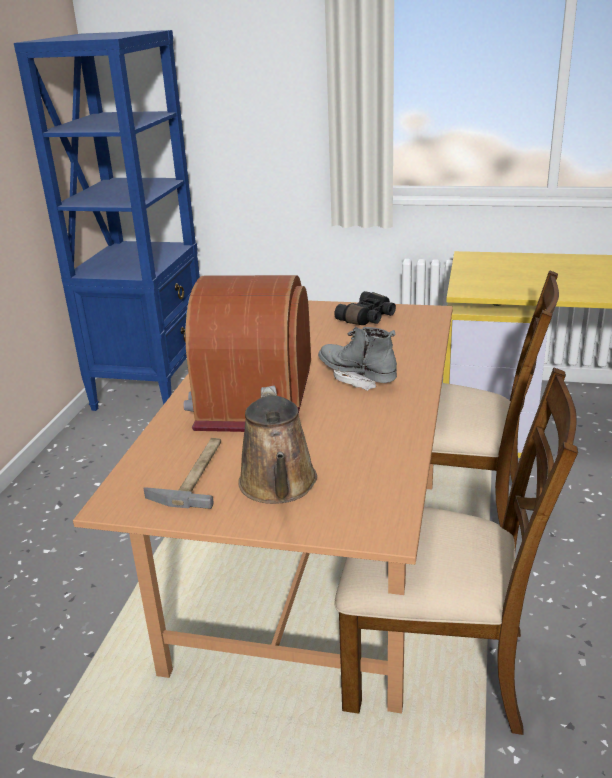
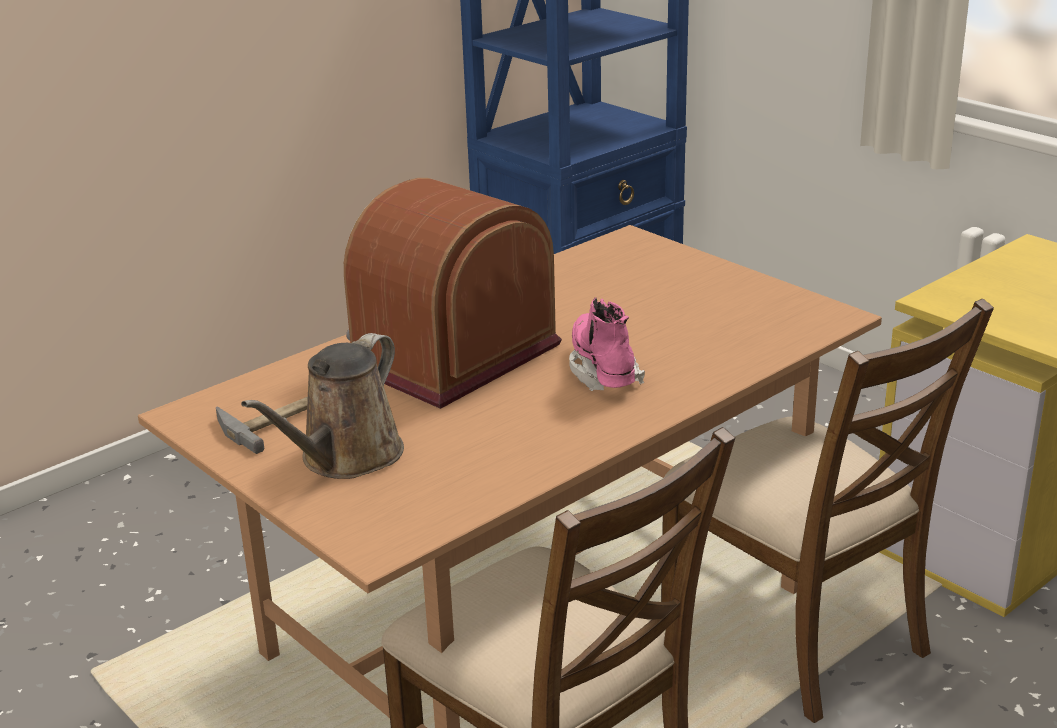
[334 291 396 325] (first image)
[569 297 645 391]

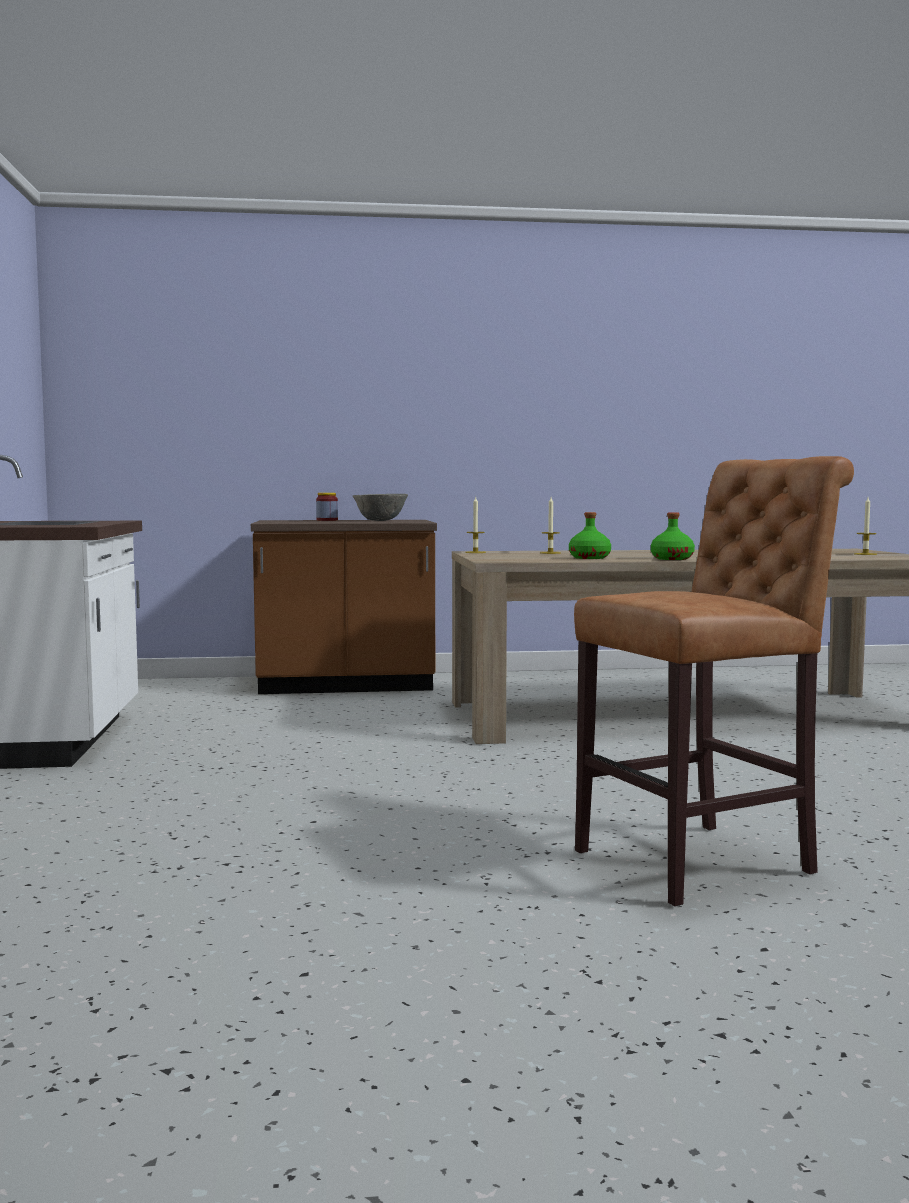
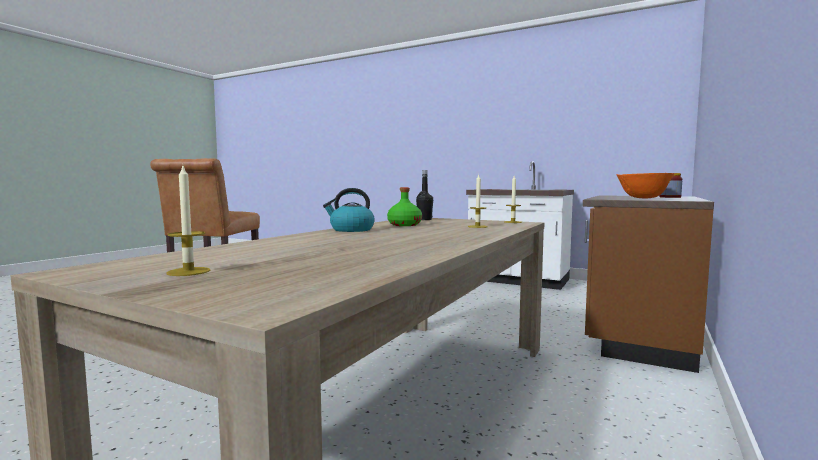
[416 170 433 220]
[323 188 375 232]
[616 173 674 199]

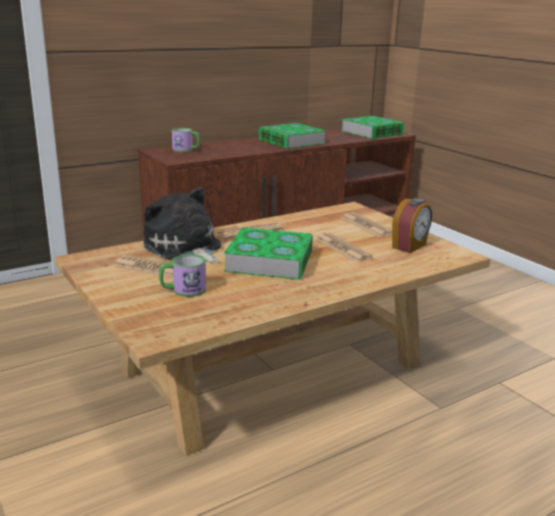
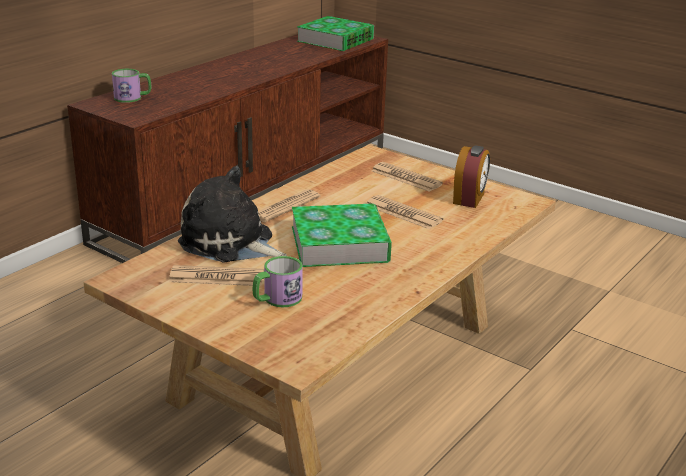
[259 123 325 149] (first image)

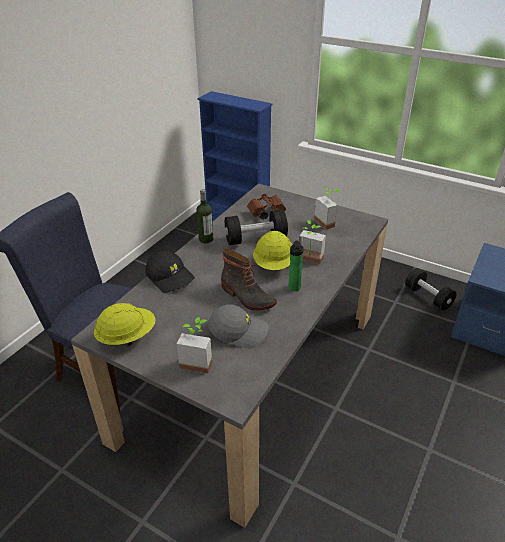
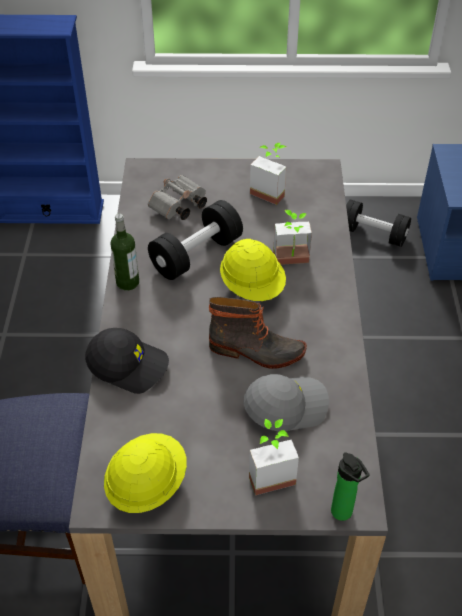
[331 452 370 521]
[148 175 207 220]

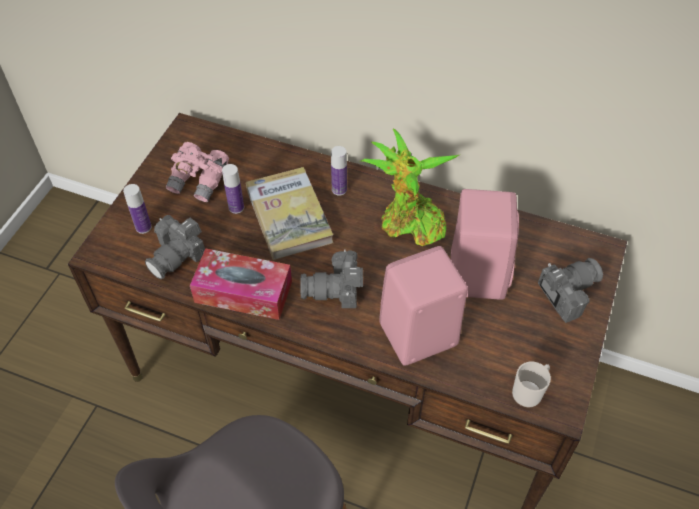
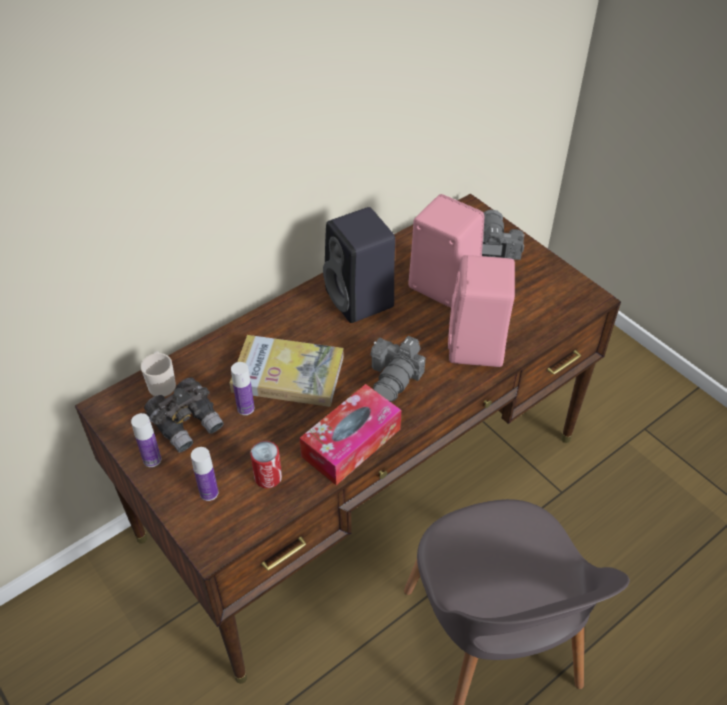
[131 413 161 467]
[141 351 176 397]
[250 441 282 488]
[323 207 395 323]
[144 377 224 452]

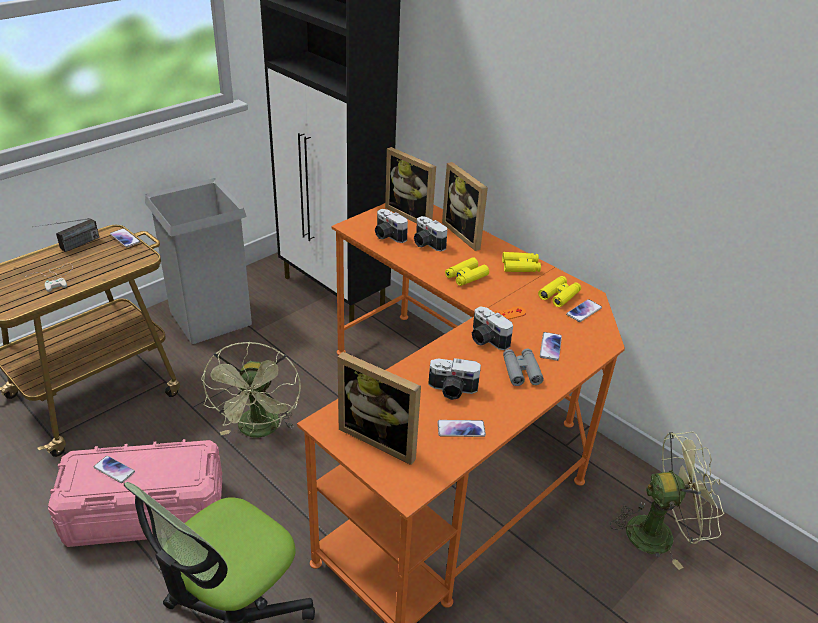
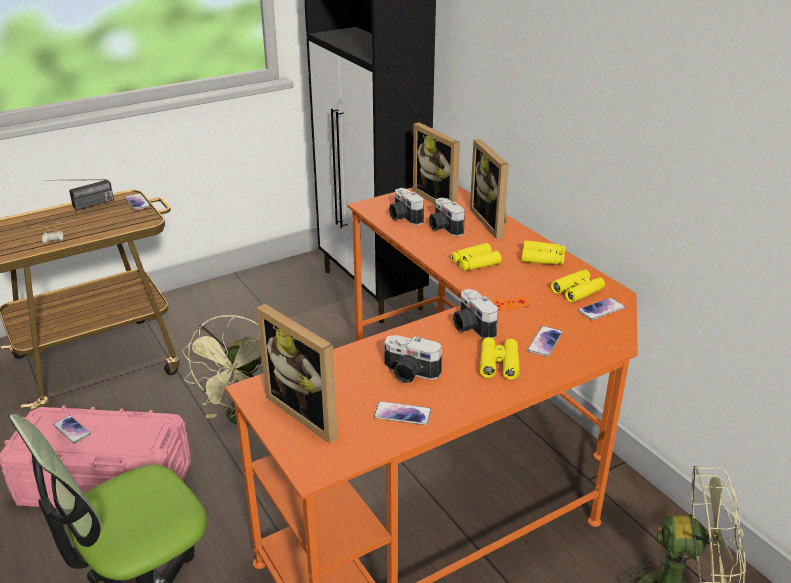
[145 178 252 344] (first image)
[480 337 520 380]

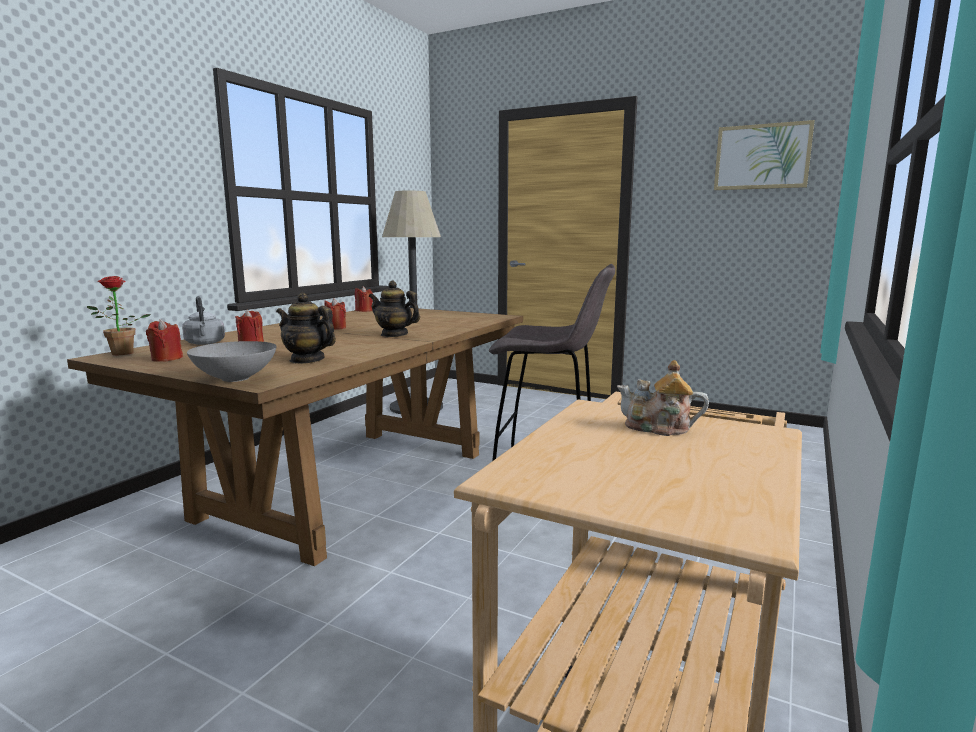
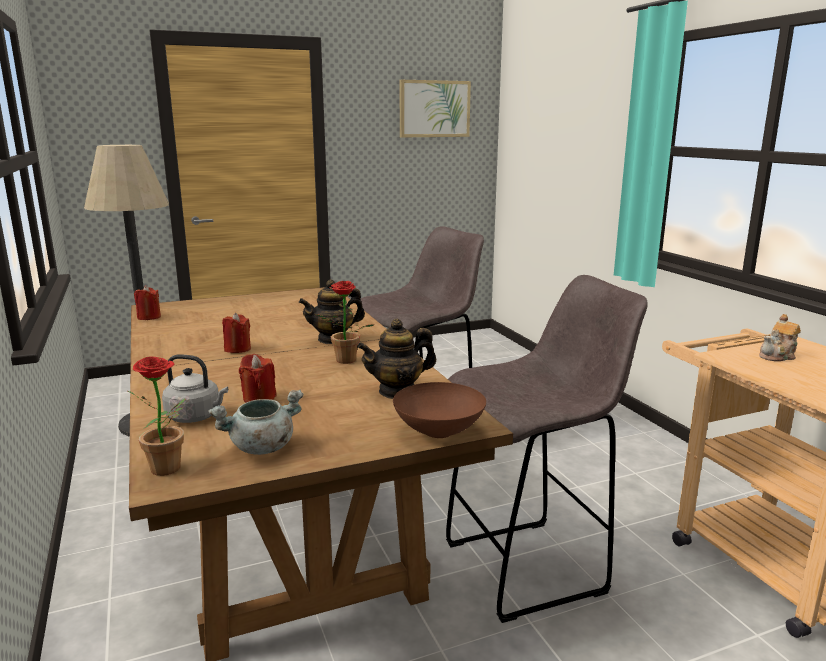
[314 281 374 364]
[446 275 648 623]
[208 389 303 455]
[393 382 486 438]

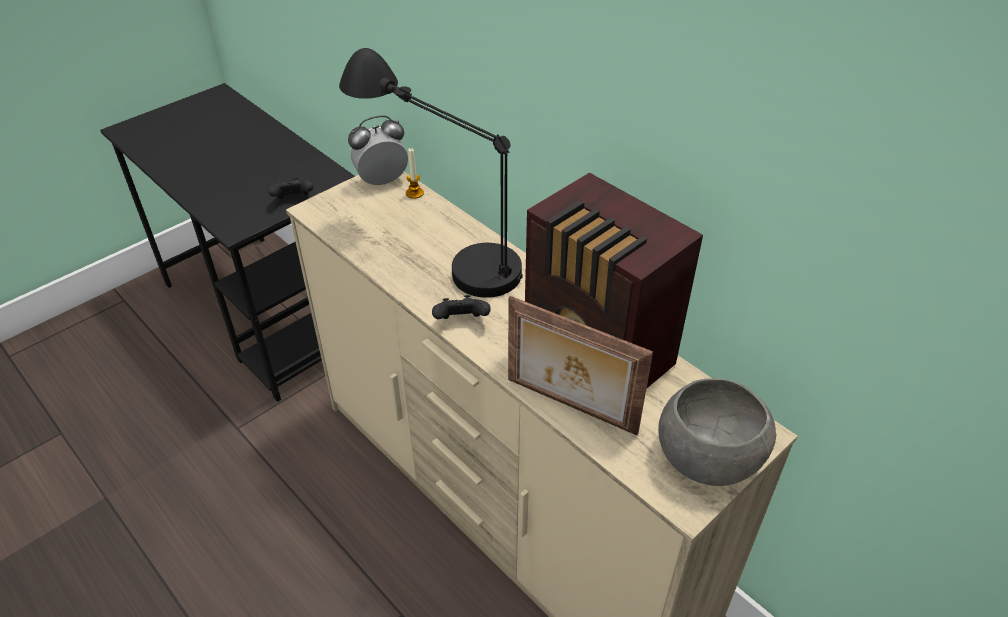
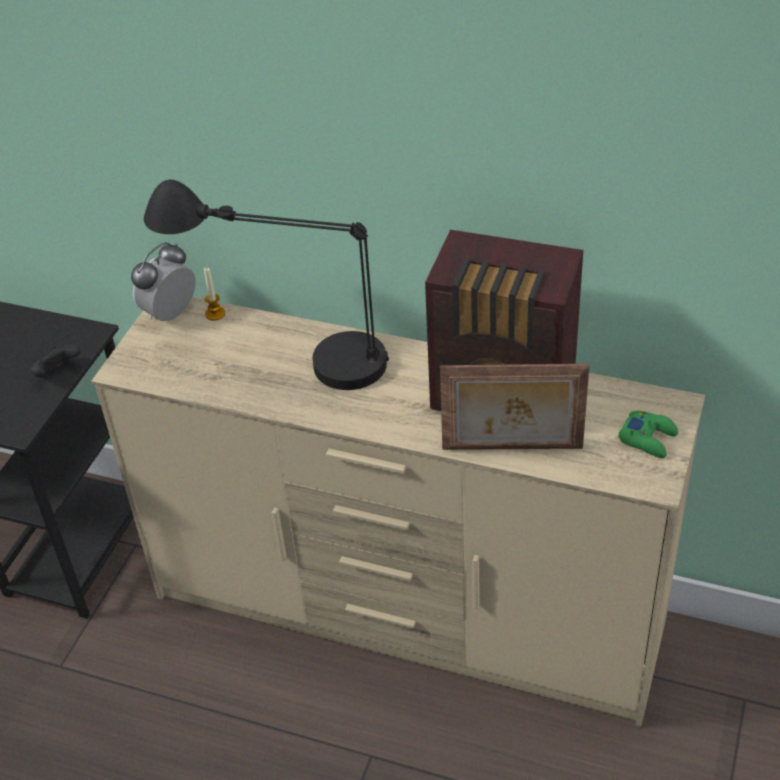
[432 295 491 319] (first image)
[618 411 678 458]

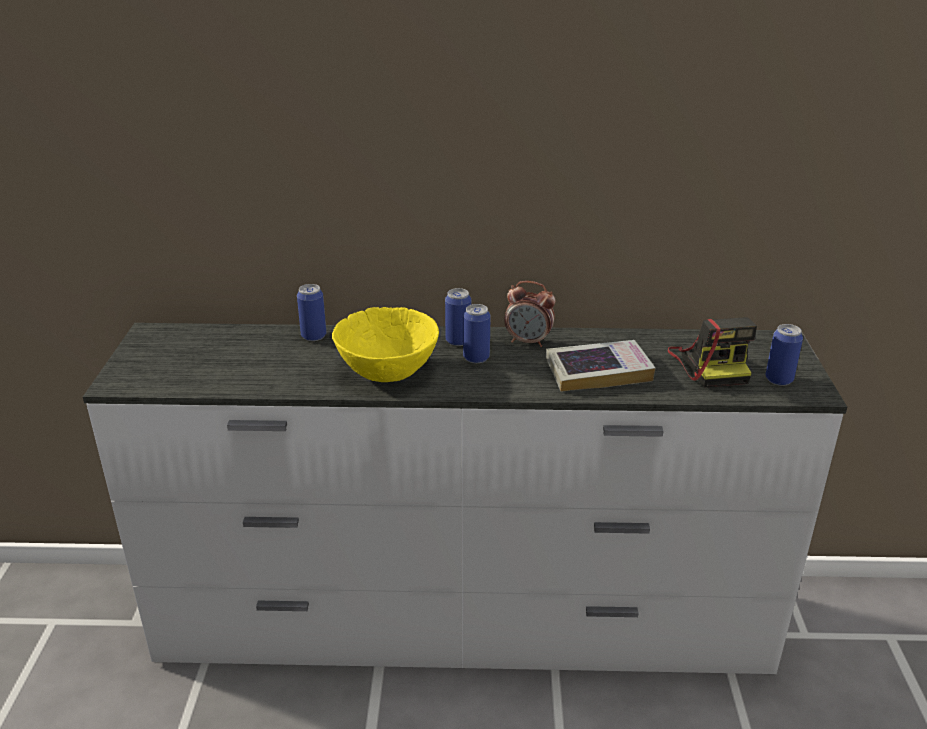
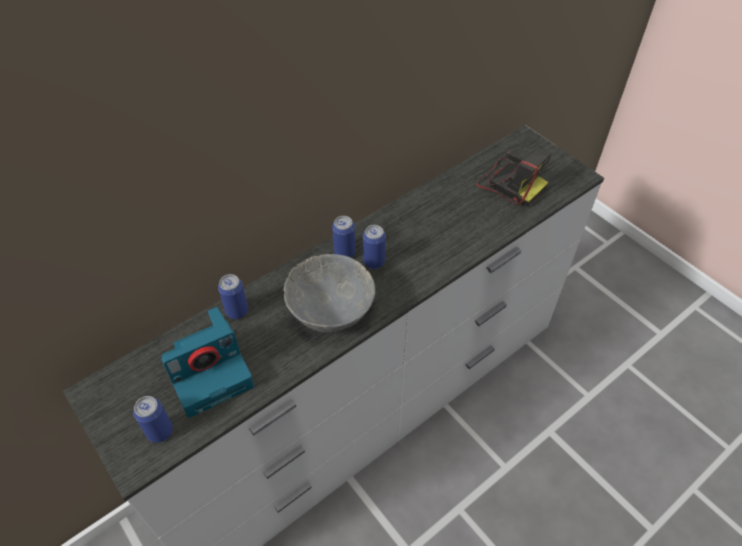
[504 281 555 347] (first image)
[546 340 655 392] (first image)
[161 307 254 418]
[133 396 173 443]
[284 254 375 332]

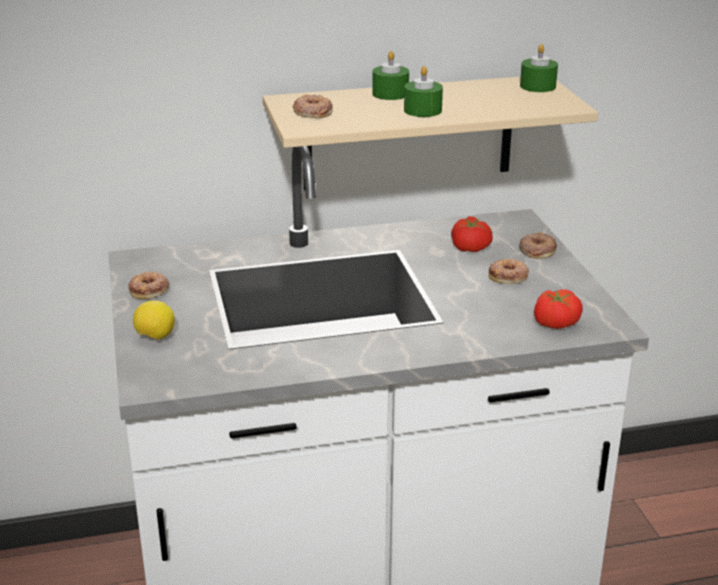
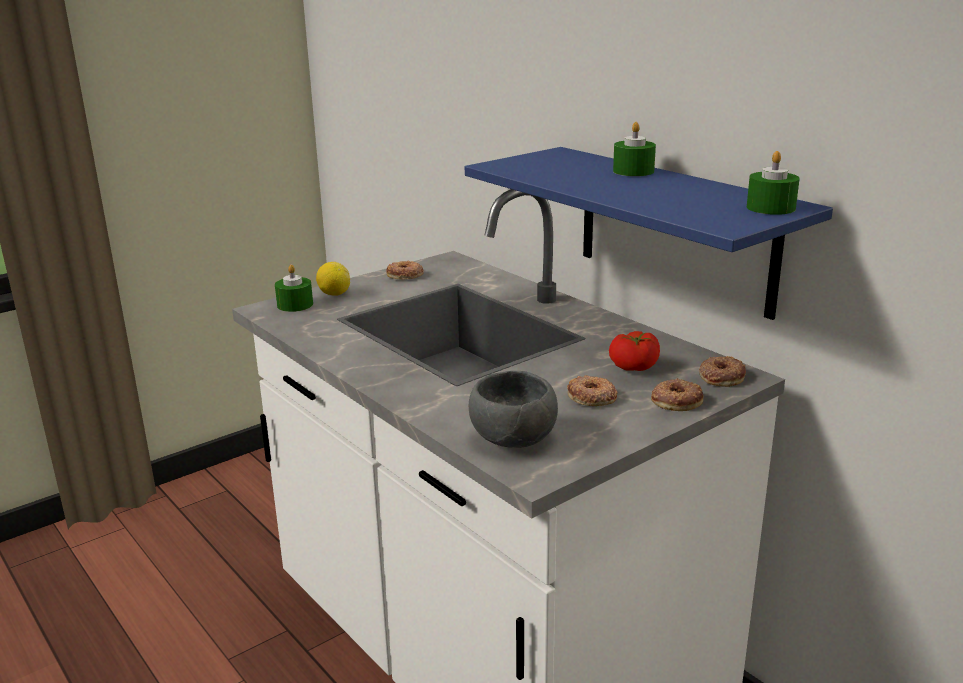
[699 356 746 387]
[275 264 313 312]
[469 371 558 448]
[465 147 833 320]

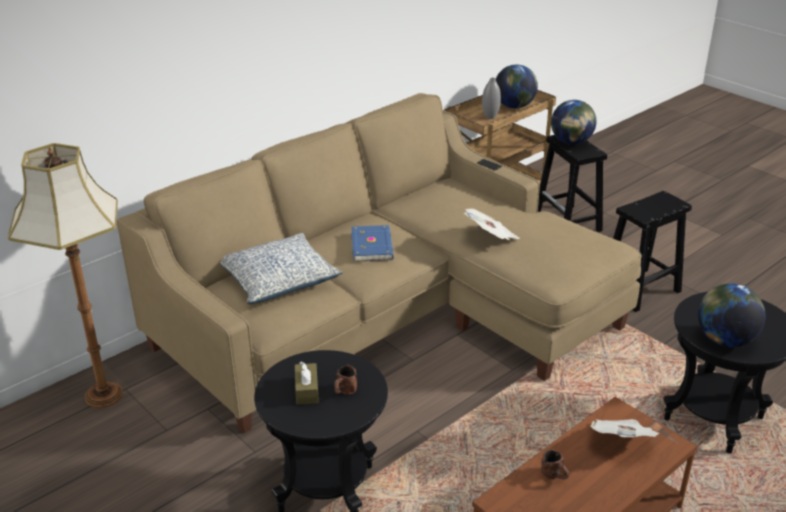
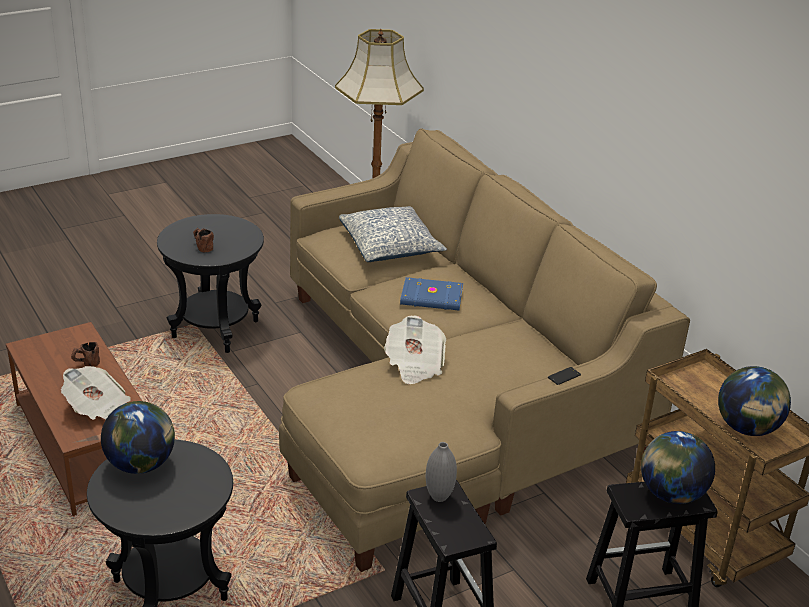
[295 362 319 404] (first image)
[426 442 457 502]

